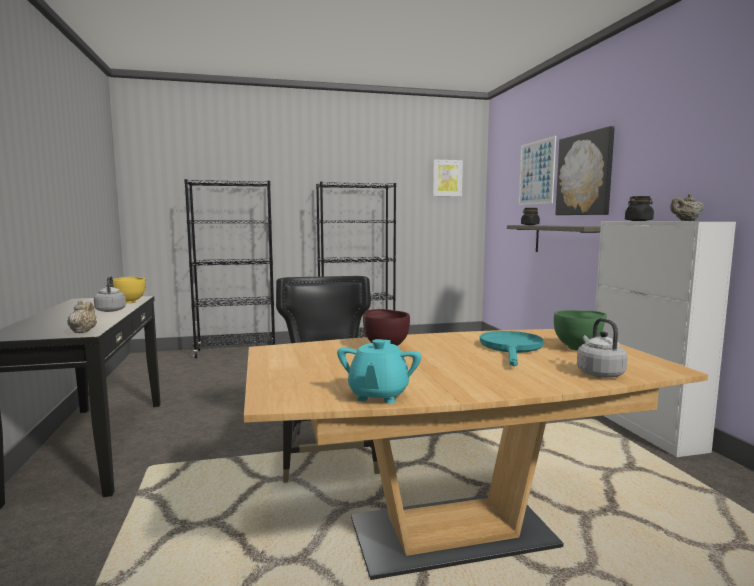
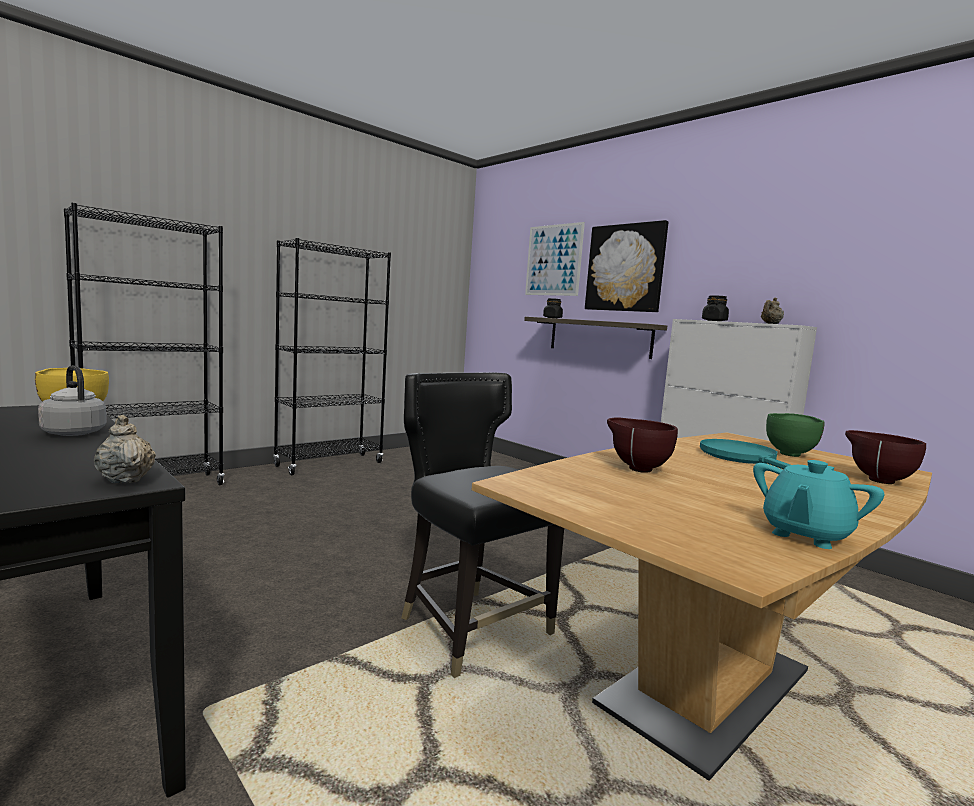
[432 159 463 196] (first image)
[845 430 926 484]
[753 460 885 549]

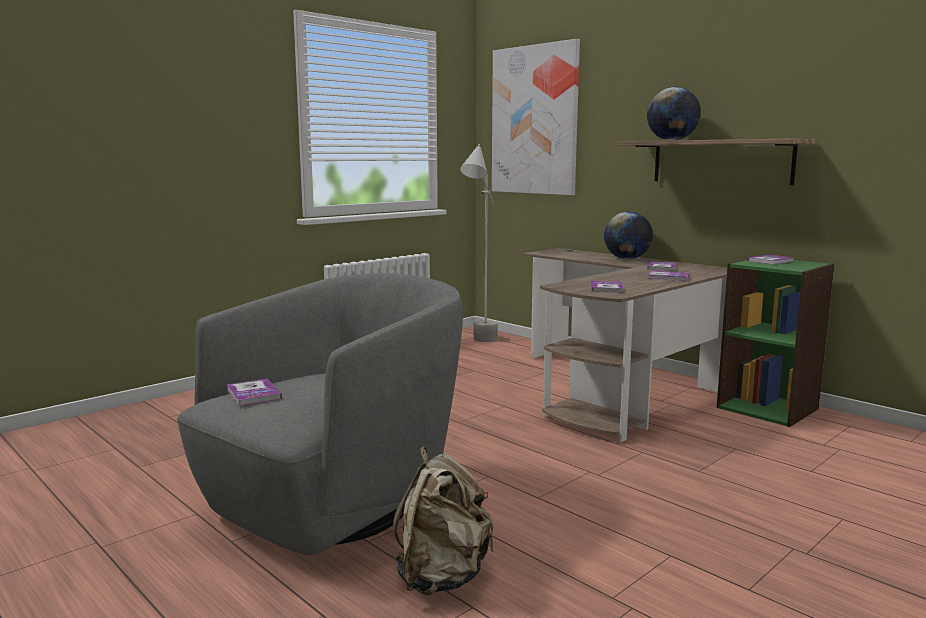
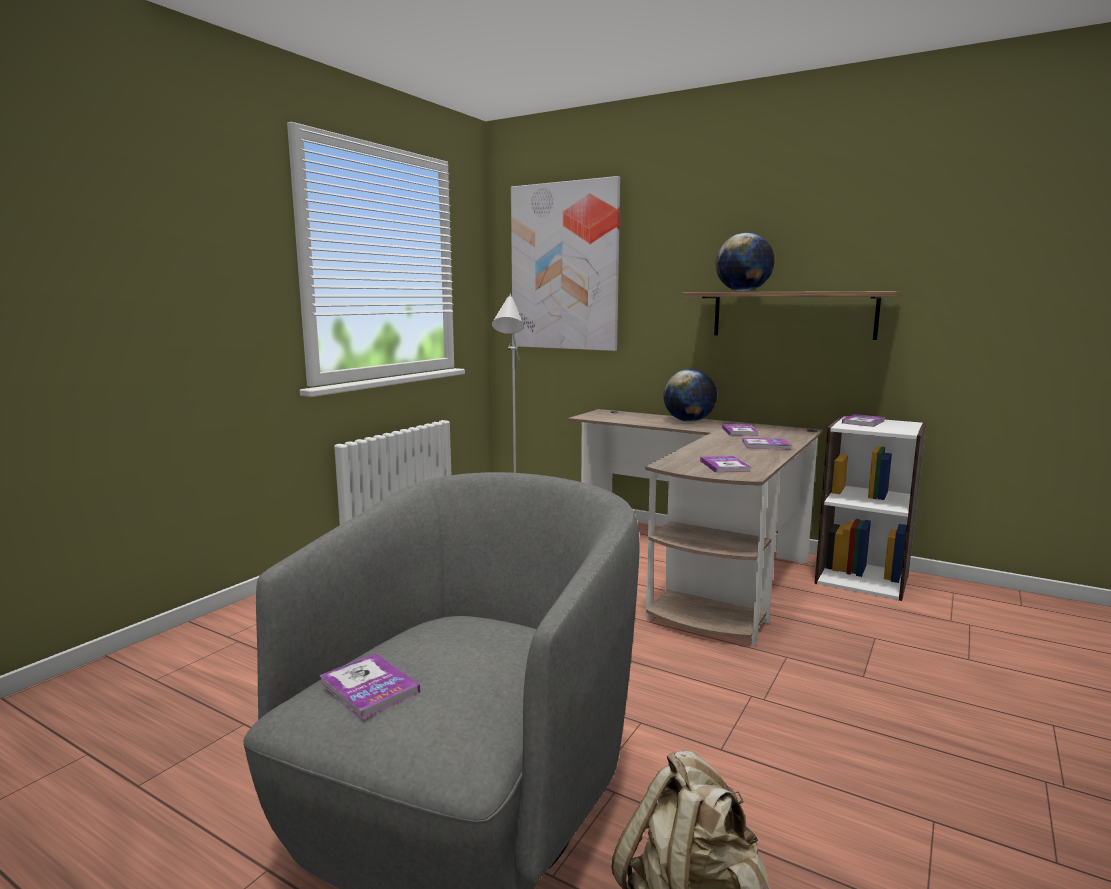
[815 416 926 601]

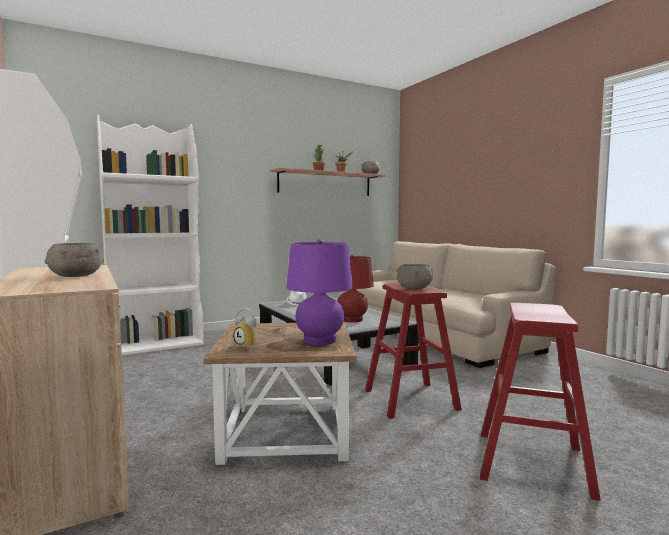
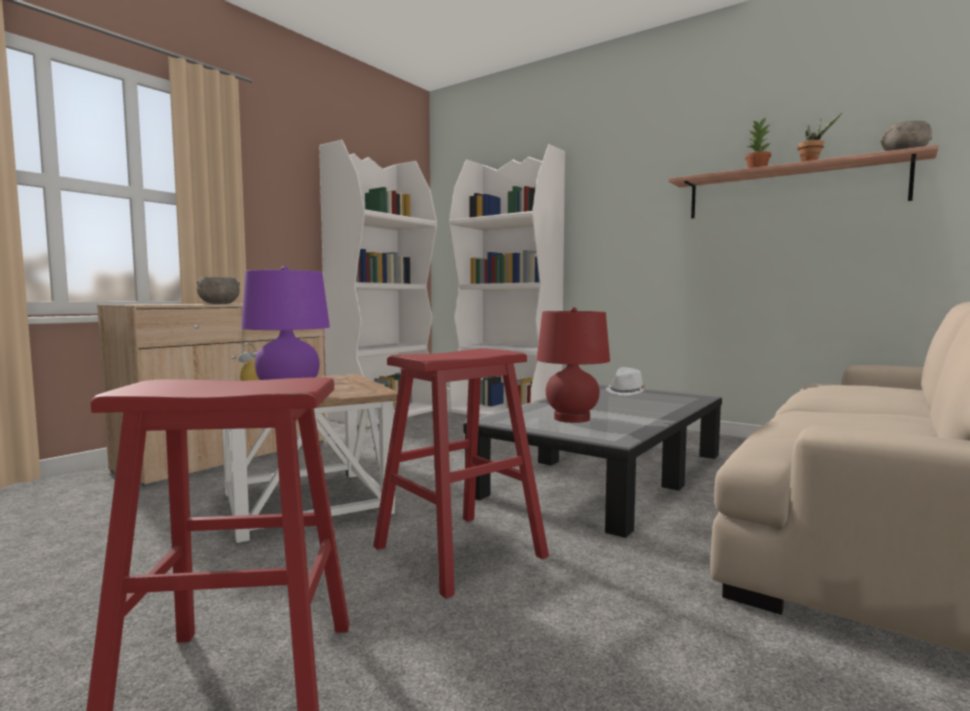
[396 264 433 290] (first image)

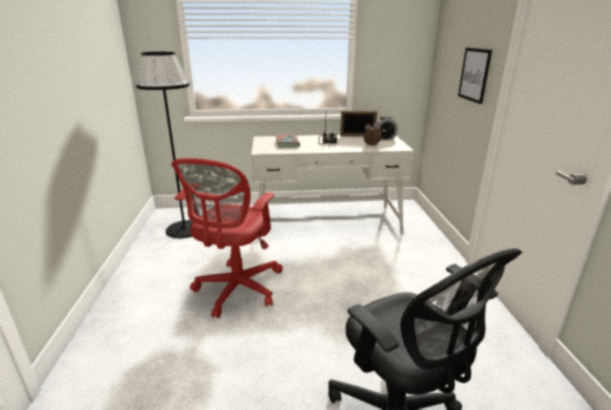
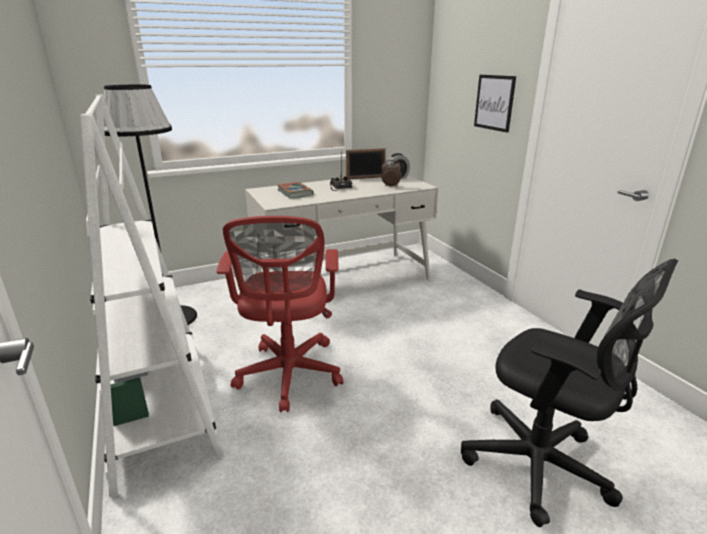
[80 94 224 498]

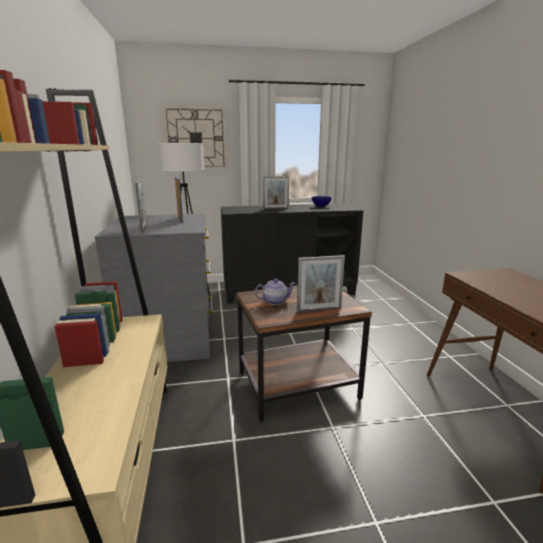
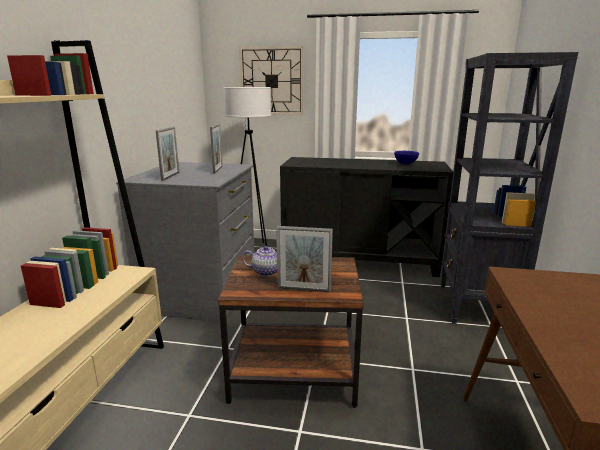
[263 176 289 209] (first image)
[441 52 578 324]

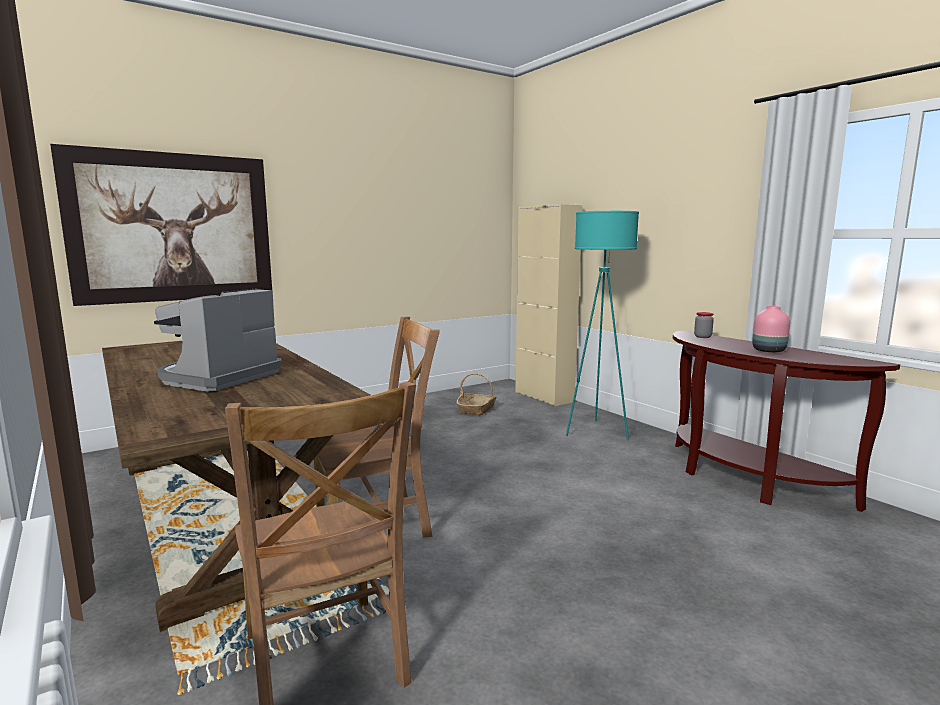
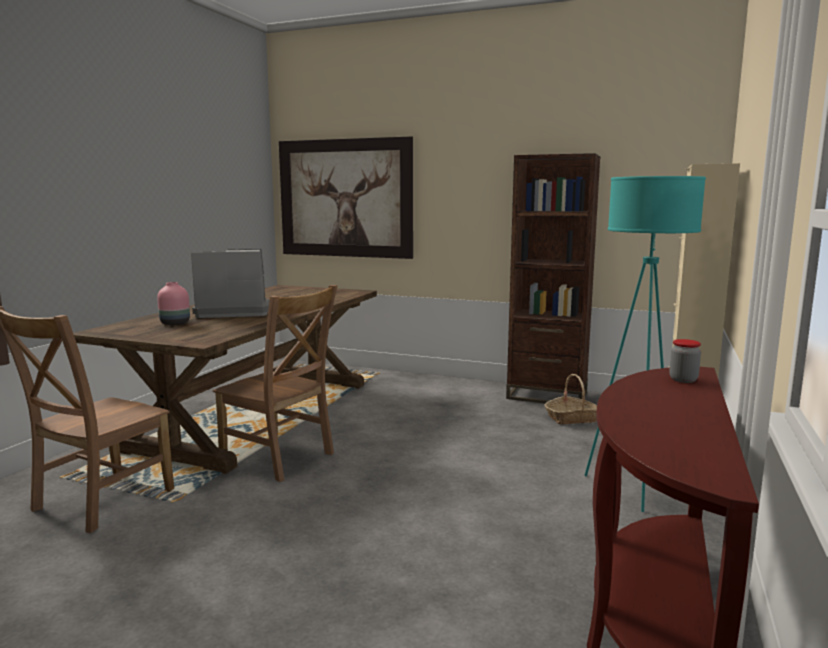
[506 153 600 403]
[157 282 190 325]

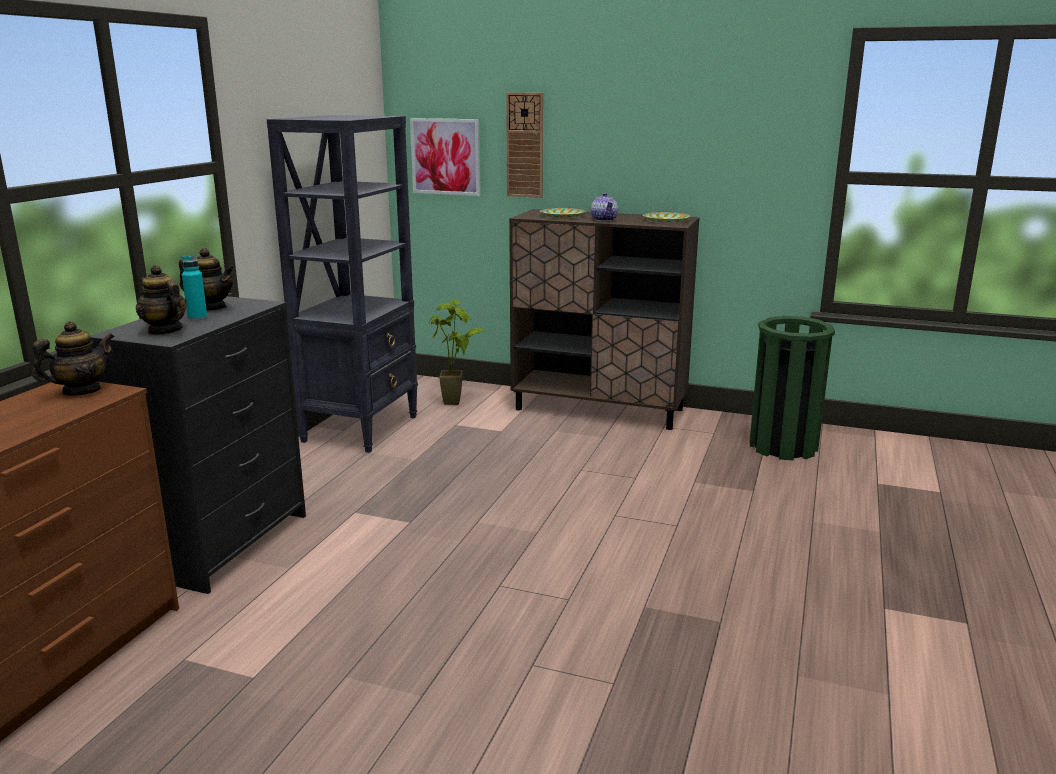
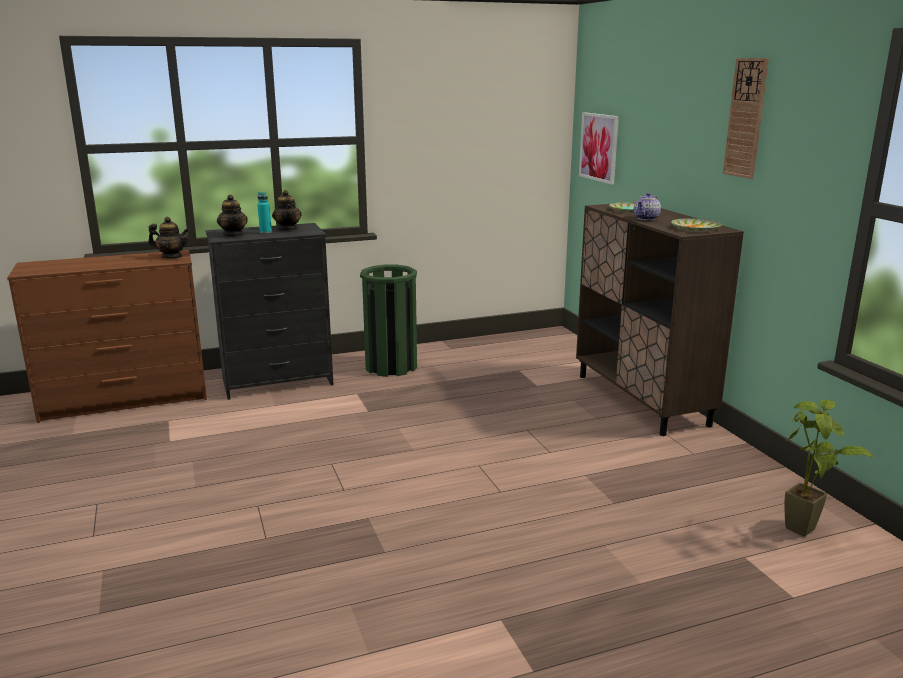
[267 115 418 453] (first image)
[784 400 876 537]
[723 58 769 179]
[360 264 417 377]
[217 194 248 236]

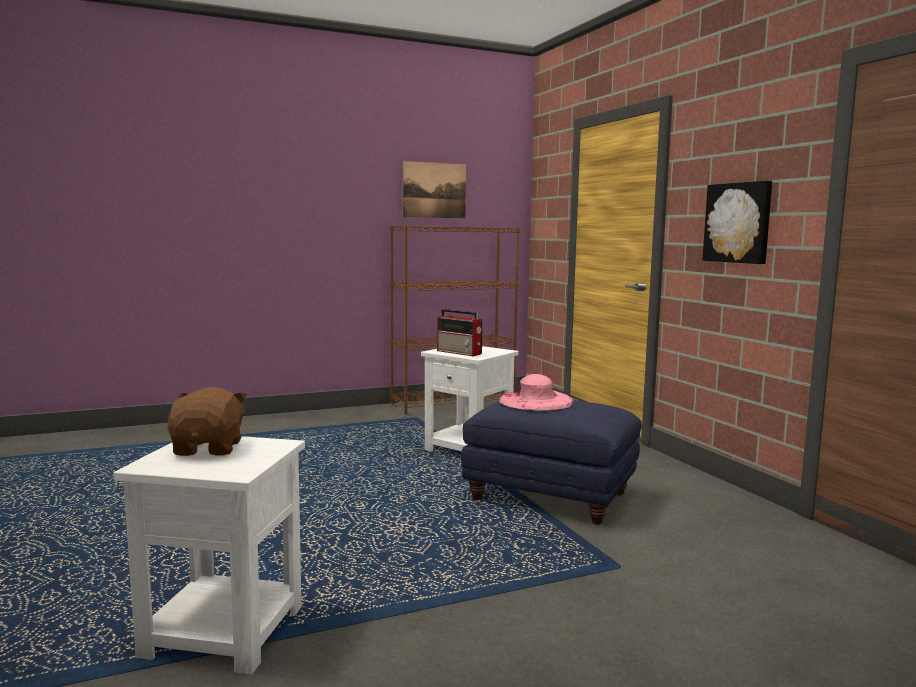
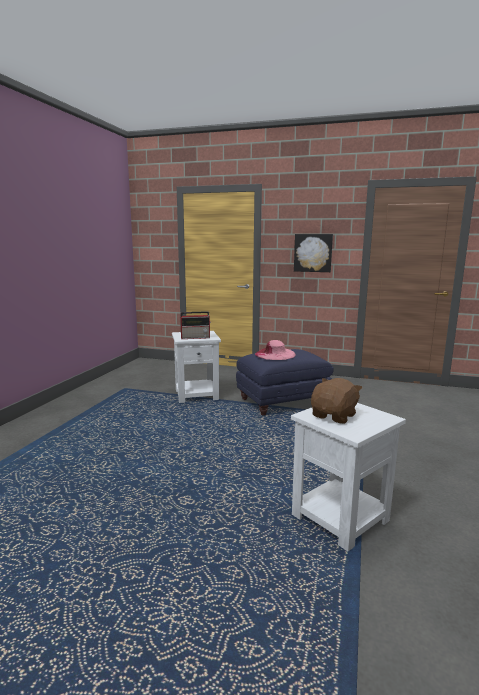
[390 226 520 415] (first image)
[403 161 466 218] (first image)
[311 378 362 424]

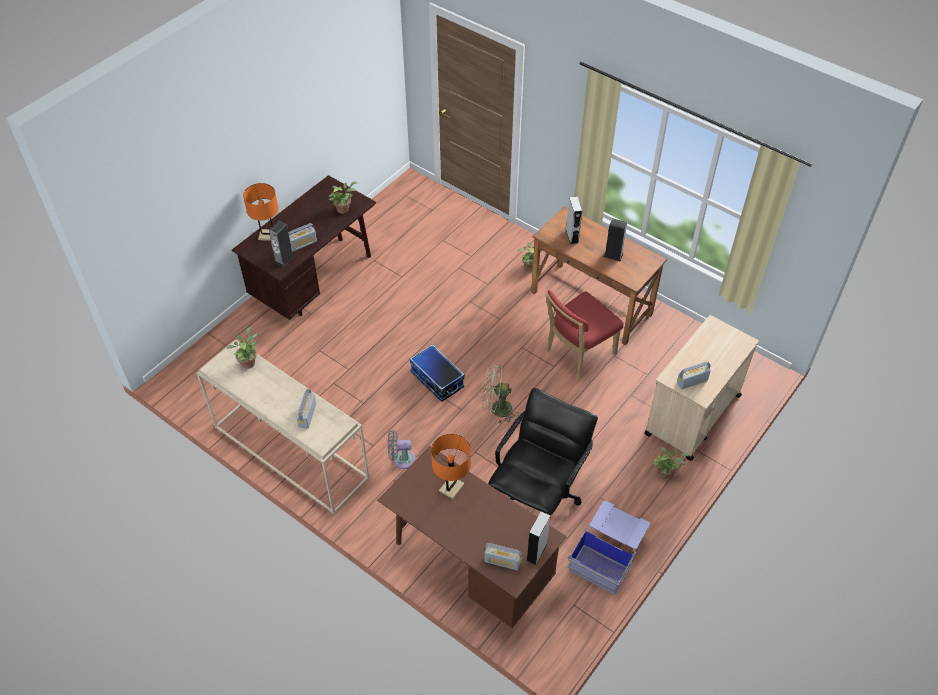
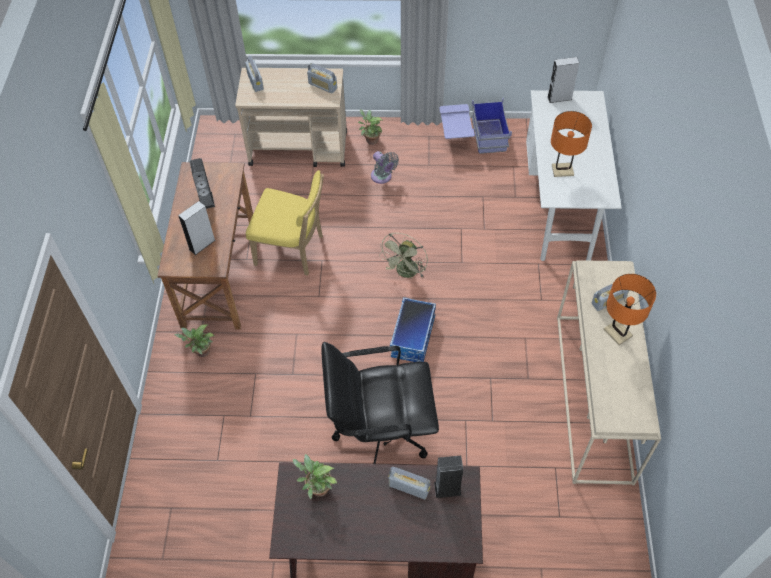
[227 327 258 369] (first image)
[603 274 656 345]
[371 151 399 184]
[245 55 264 92]
[321 342 439 464]
[526 90 622 261]
[246 170 324 276]
[379 233 428 279]

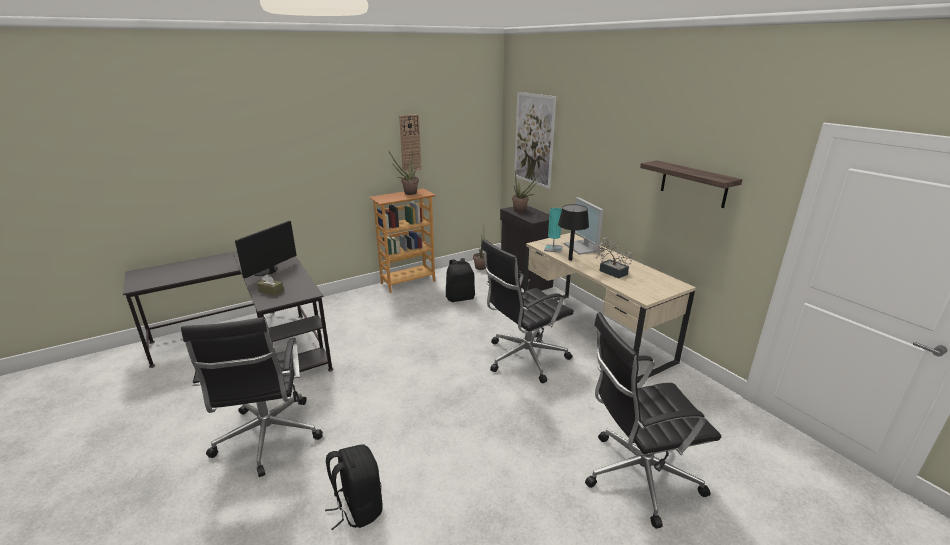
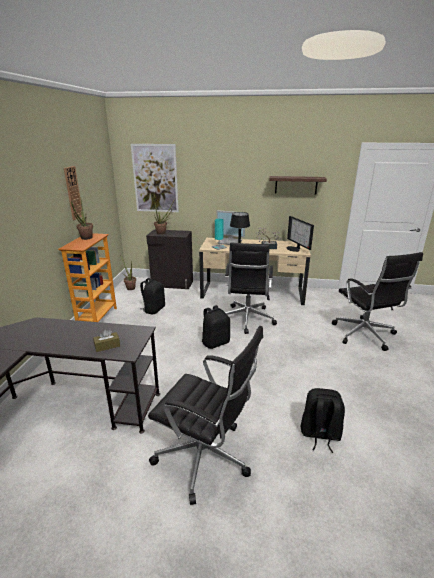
[202 305 230 349]
[287 216 314 252]
[332 252 423 351]

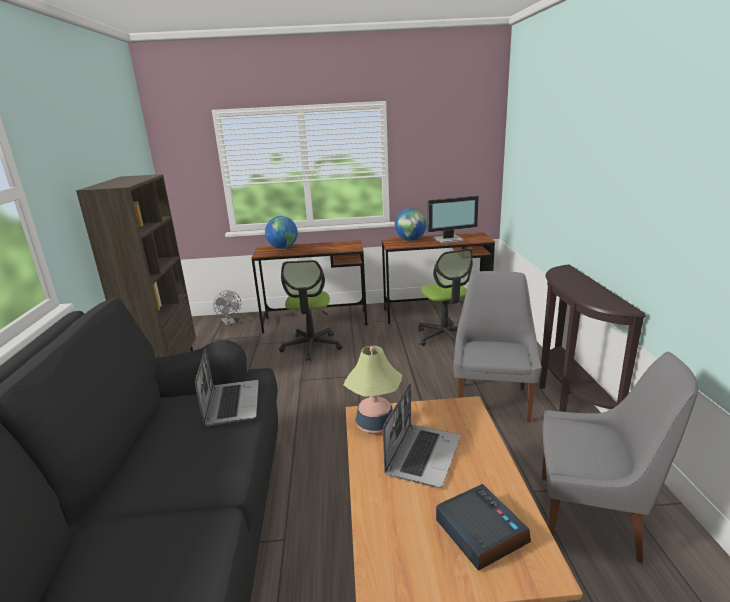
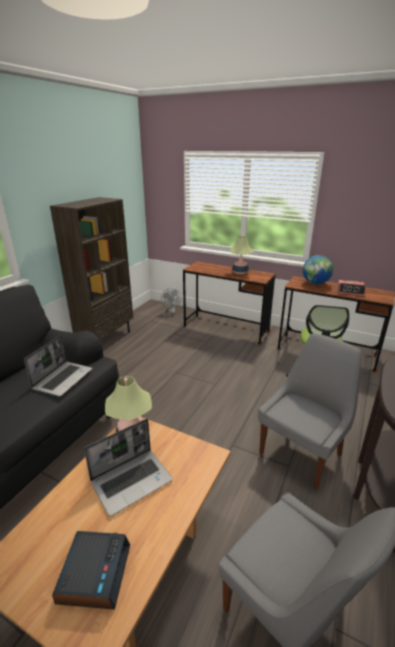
[265 216 298 249] (first image)
[279 260 343 361] (first image)
[230 236 253 274]
[338 280 366 296]

